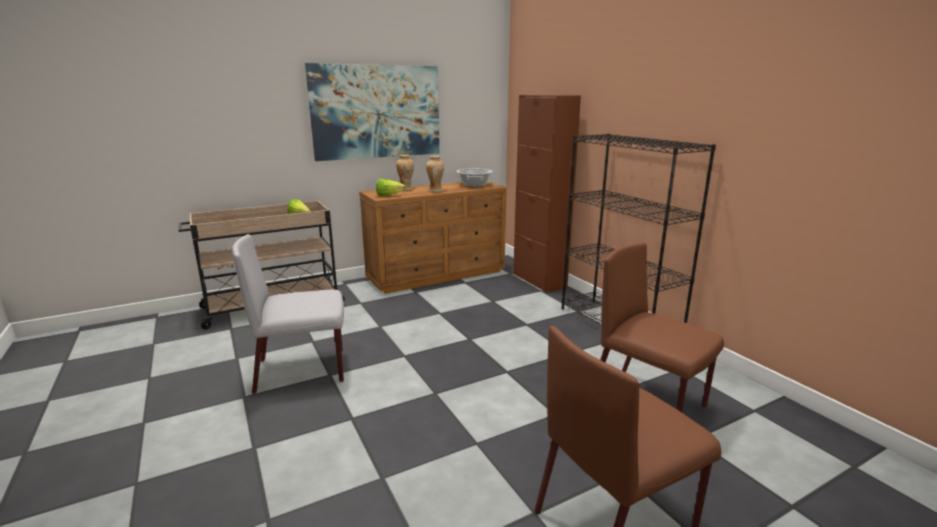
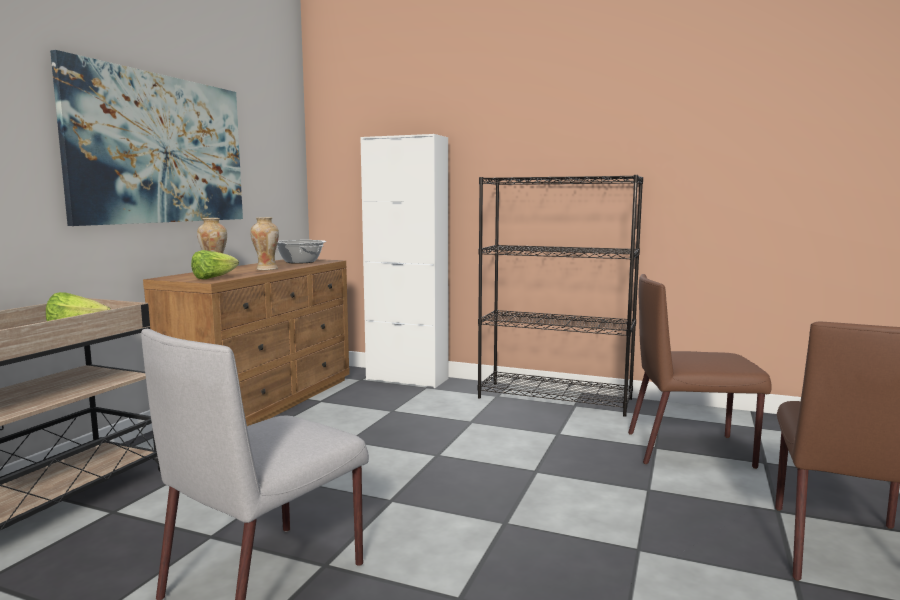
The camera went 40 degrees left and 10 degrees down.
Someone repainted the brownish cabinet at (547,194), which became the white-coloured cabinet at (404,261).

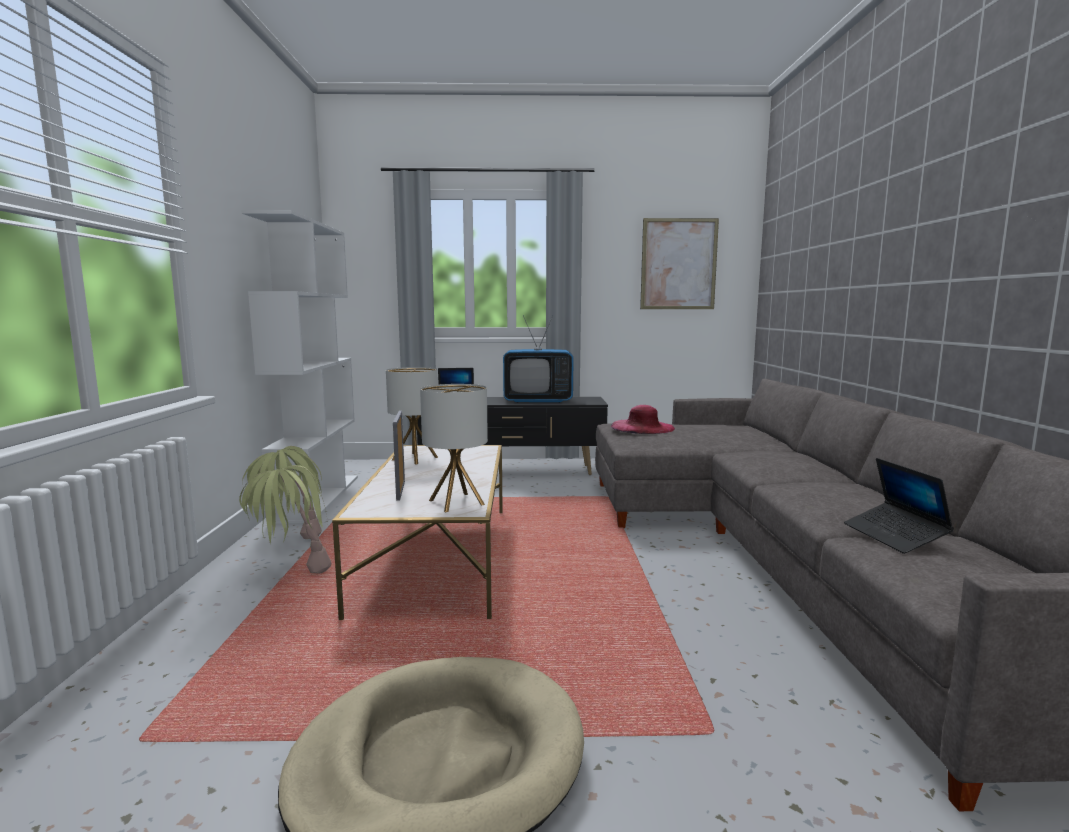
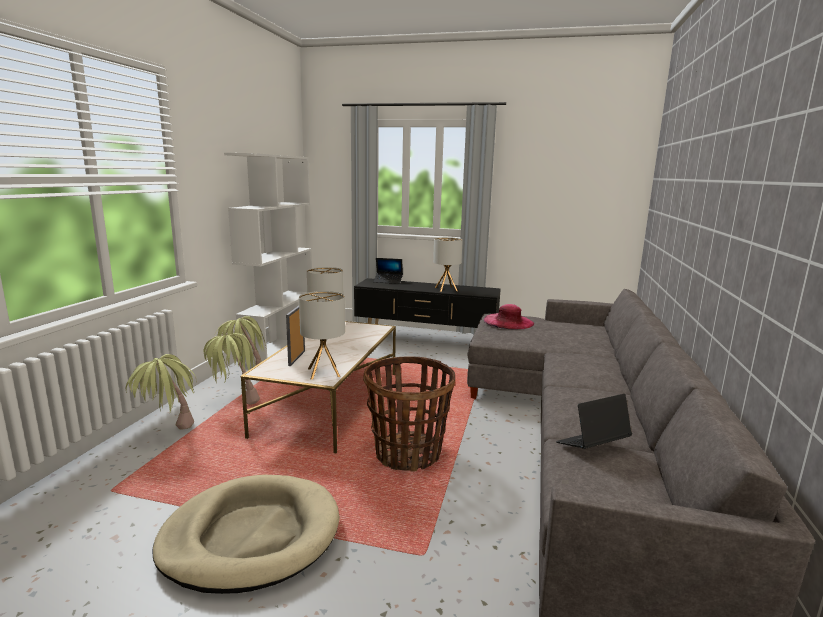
The camera went 15 degrees right and 5 degrees up.
Someone swapped the television at (538,359) for the tabletop lamp at (448,264).
Someone took away the wall art at (679,263).
Someone rotated the laptop at (899,506) by 60 degrees clockwise.
Someone put down the plant in a pot at (161,392).
Someone put down the household basket at (409,413).

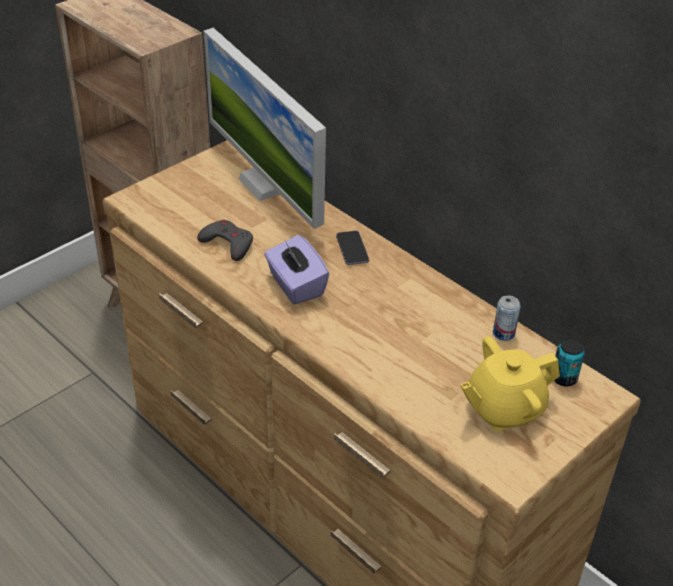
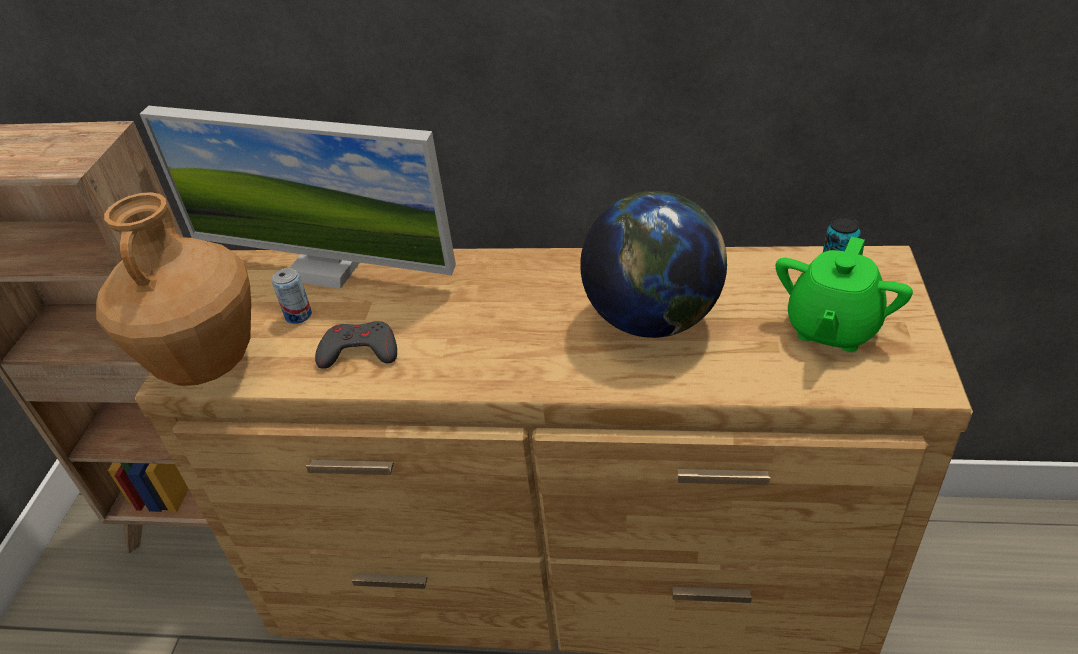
The camera went 35 degrees left and 0 degrees up.
Someone took away the purple tissue box at (296,269).
Someone took away the telephone at (352,248).
Someone repainted the yellow-coloured teapot at (510,383), which became the green-coloured teapot at (844,294).
Someone carried the sealed can from (507,318) to (292,296).
Someone put down the brownish decorative vase at (173,289).
Someone put down the desk globe at (653,264).

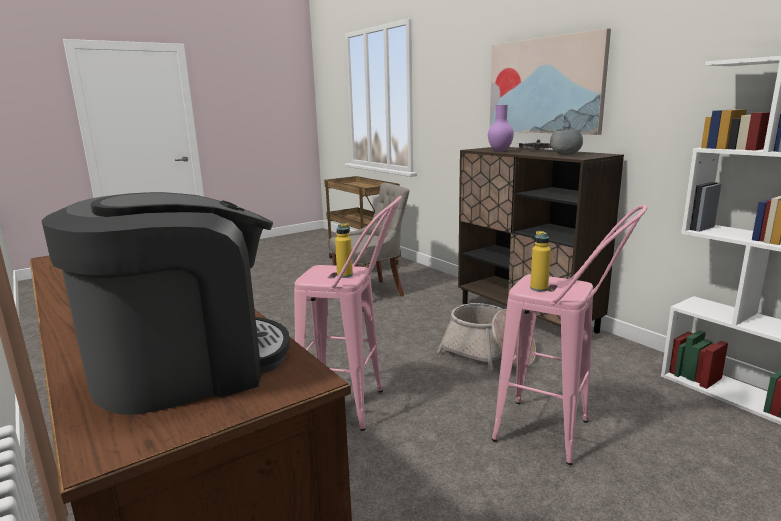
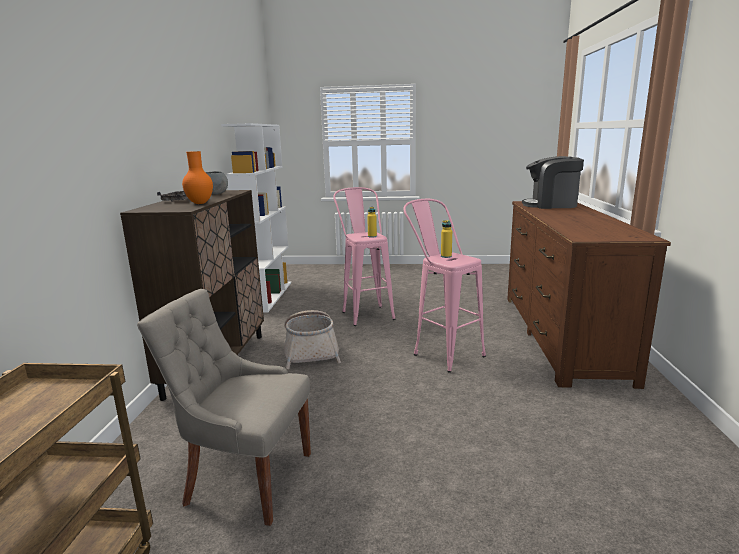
The camera went 140 degrees left and 0 degrees up.
Someone repainted the purple decorative vase at (501,128), which became the orangey decorative vase at (197,177).
Someone took away the wall art at (550,81).

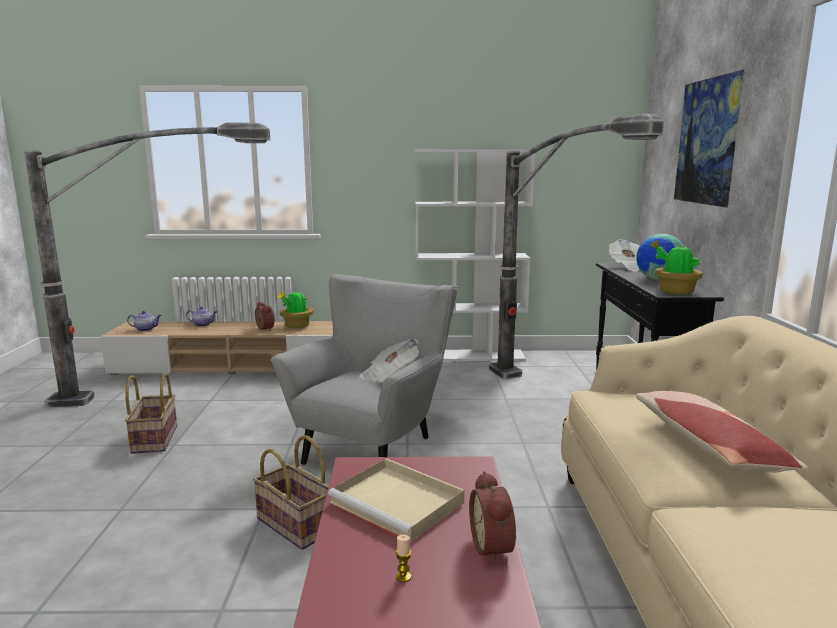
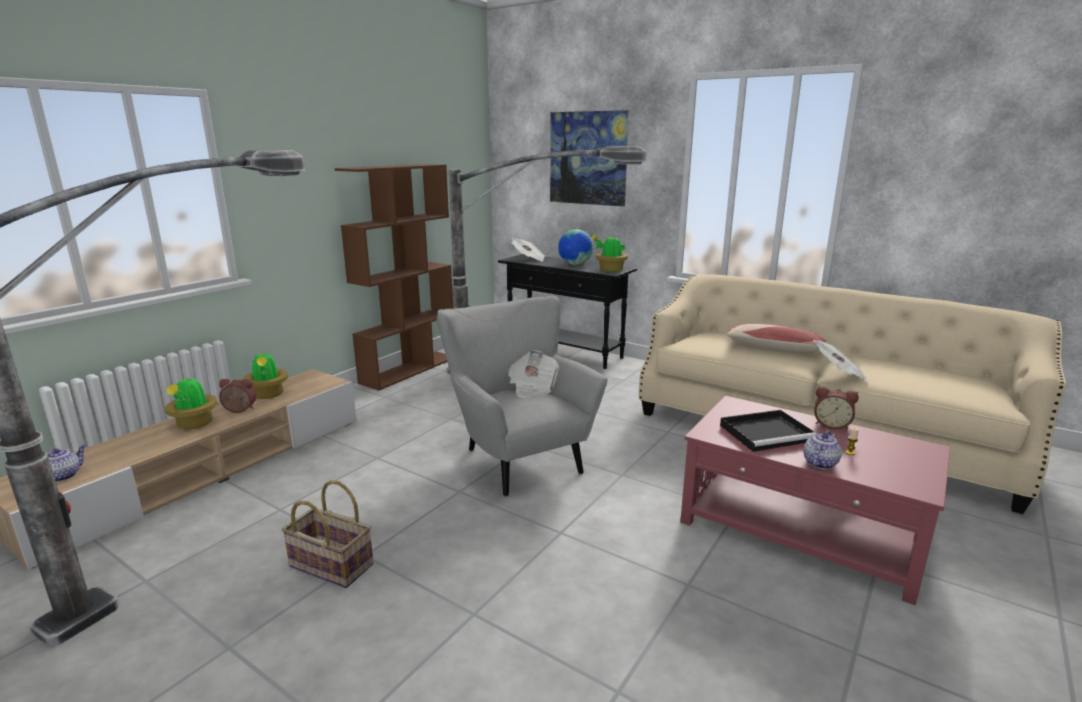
The camera went 55 degrees left and 5 degrees up.
Someone carried the teapot from (201,316) to (822,450).
Someone took away the household basket at (291,492).
Someone repainted the beige tray at (396,500), which became the black-coloured tray at (768,431).
Someone repainted the white-coloured bookcase at (475,255), which became the brownish bookcase at (394,277).
Someone put down the plant in a pot at (191,402).
Someone put down the printed paper at (841,360).

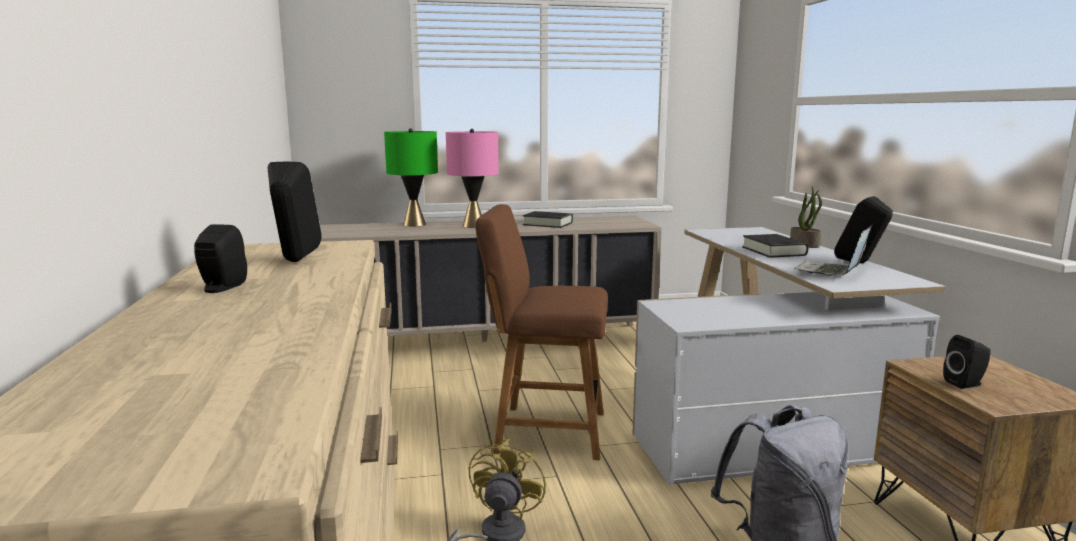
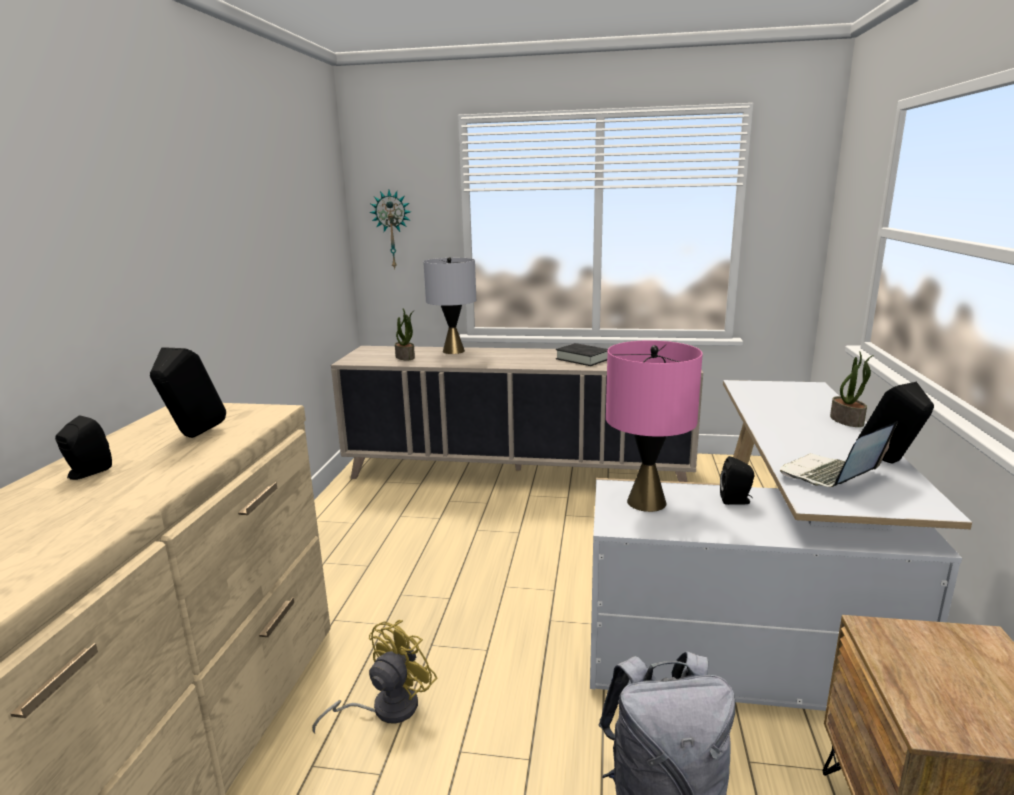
The camera went 20 degrees right and 5 degrees up.
Someone repainted the green-coloured tabletop lamp at (411,177), which became the gray tabletop lamp at (449,305).
Someone carried the pink tabletop lamp from (472,178) to (654,426).
Someone took away the brownish chair at (541,332).
Someone took away the black-coloured volume at (775,246).
Someone carried the black-coloured audio speaker from (967,362) to (737,480).
Someone put up the hanging clock at (390,229).
Someone put down the plant in a pot at (405,334).

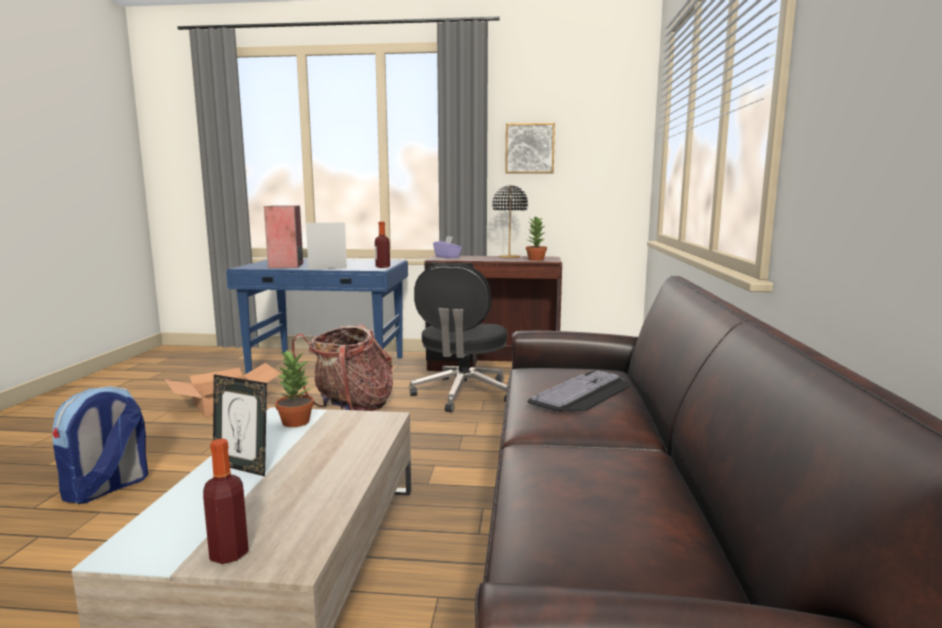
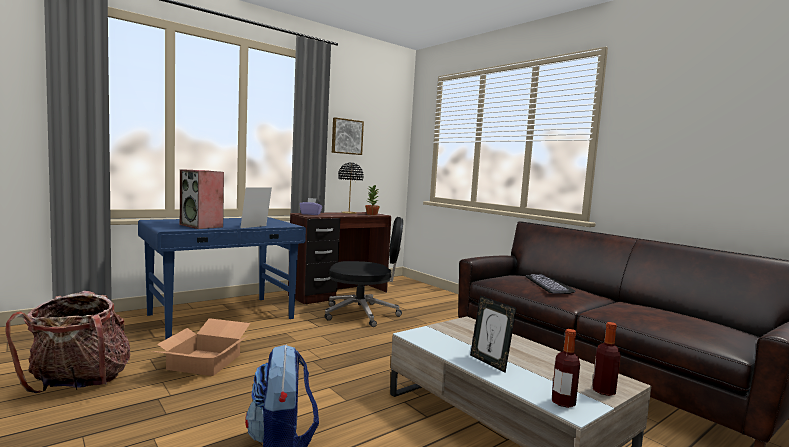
The camera went 45 degrees left and 5 degrees down.
Someone rotated the picture frame at (240,425) by 75 degrees clockwise.
Someone took away the plant in a pot at (294,388).
Someone carried the rucksack from (342,367) to (68,342).
Someone carried the drink bottle from (382,244) to (566,368).
Someone rotated the black-coloured desk chair at (459,338) by 60 degrees counterclockwise.

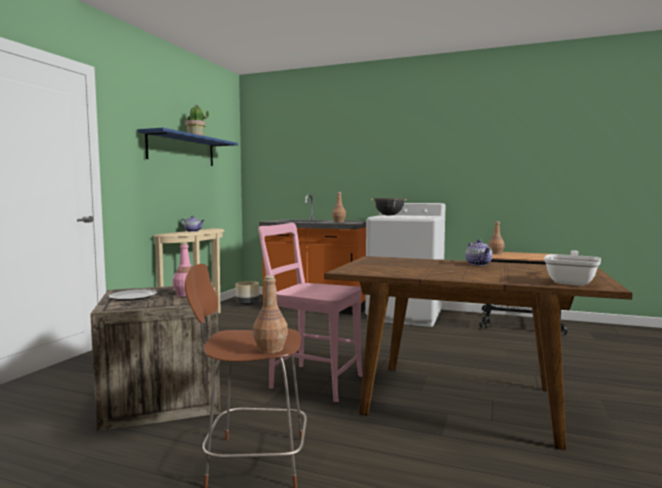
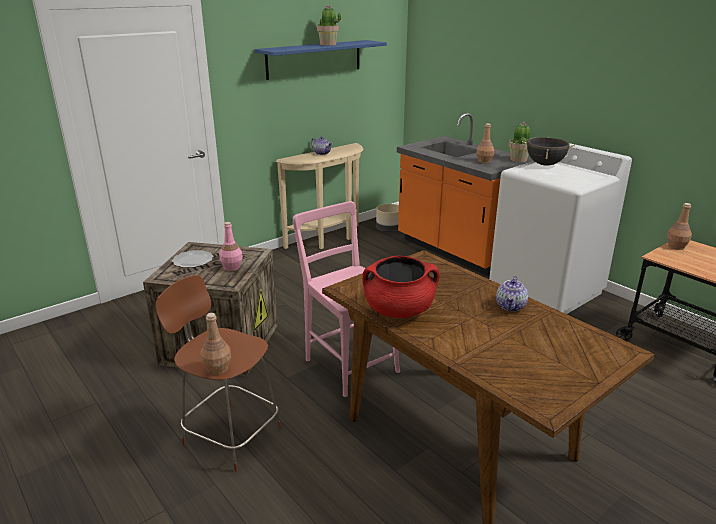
The camera went 30 degrees right and 20 degrees up.
Someone took away the skillet at (572,268).
Someone put down the red-coloured stockpot at (401,286).
Someone put down the plant in a pot at (519,142).

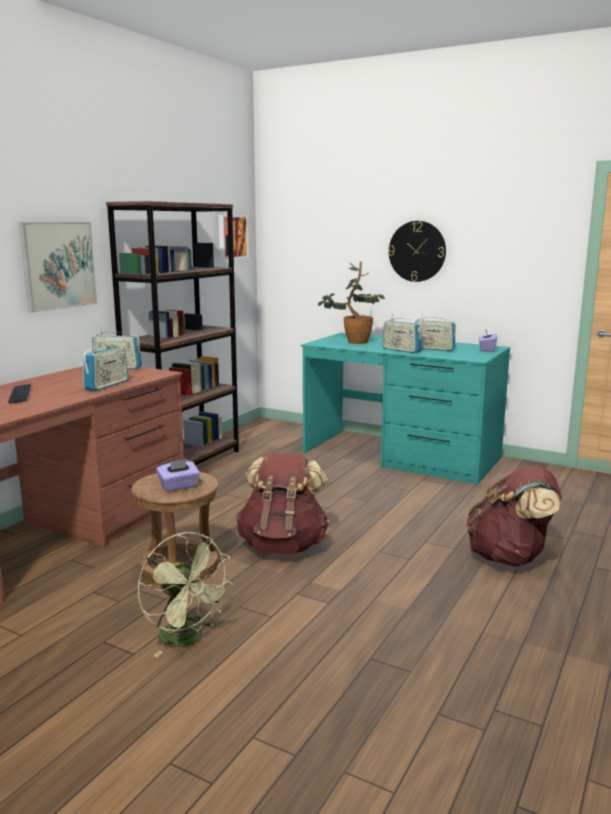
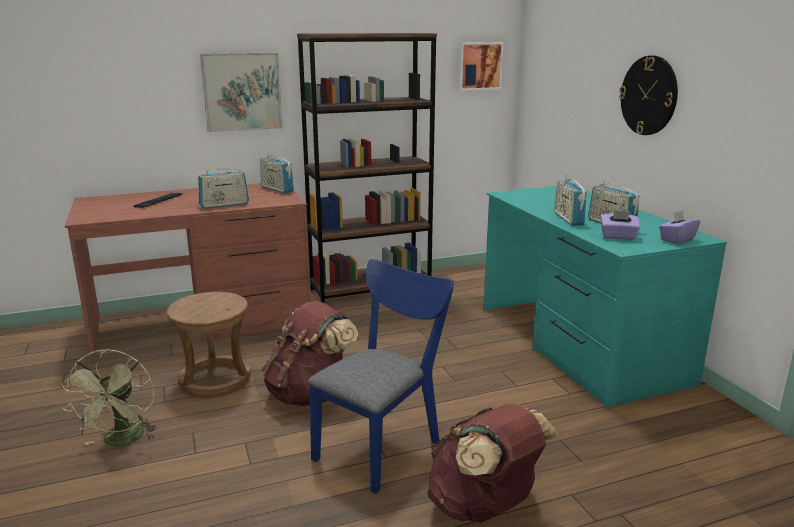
The camera went 40 degrees right and 5 degrees up.
Someone carried the purple tissue box from (178,475) to (620,225).
Someone took away the plant in a pot at (351,303).
Someone put down the blue-coloured chair at (380,376).

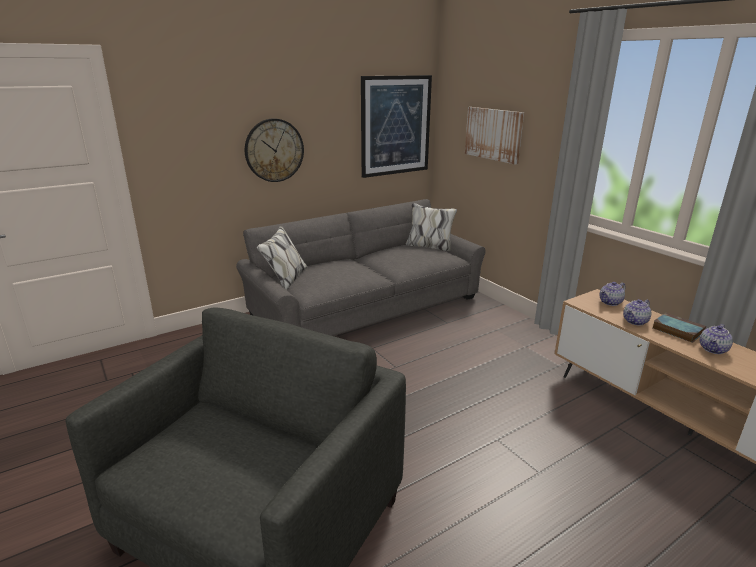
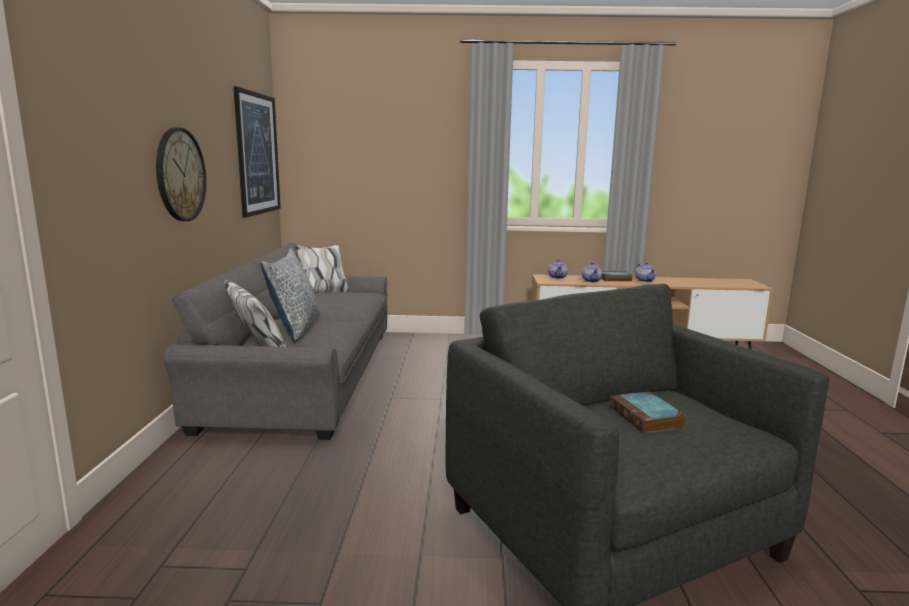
The camera went 55 degrees left and 10 degrees down.
Someone took away the wall art at (494,136).
Someone put down the cushion at (290,294).
Someone put down the volume at (648,412).

